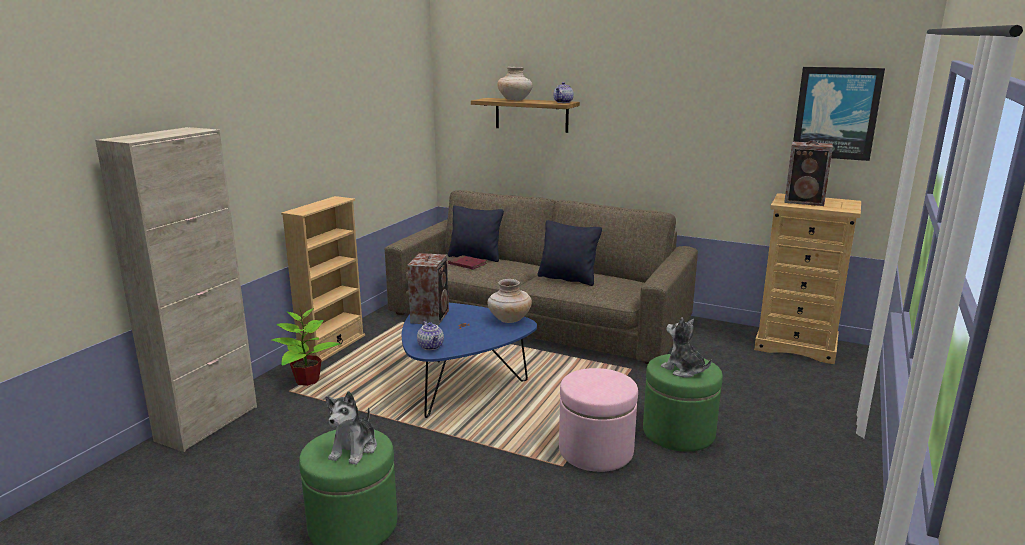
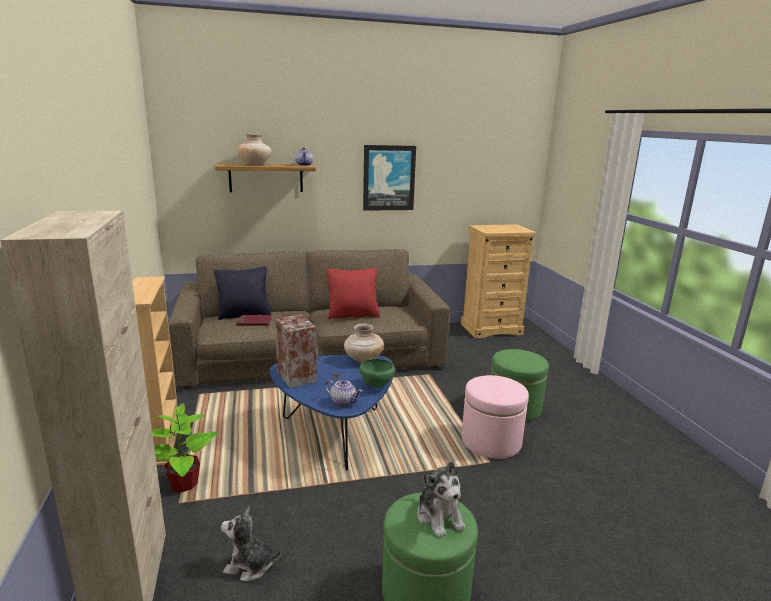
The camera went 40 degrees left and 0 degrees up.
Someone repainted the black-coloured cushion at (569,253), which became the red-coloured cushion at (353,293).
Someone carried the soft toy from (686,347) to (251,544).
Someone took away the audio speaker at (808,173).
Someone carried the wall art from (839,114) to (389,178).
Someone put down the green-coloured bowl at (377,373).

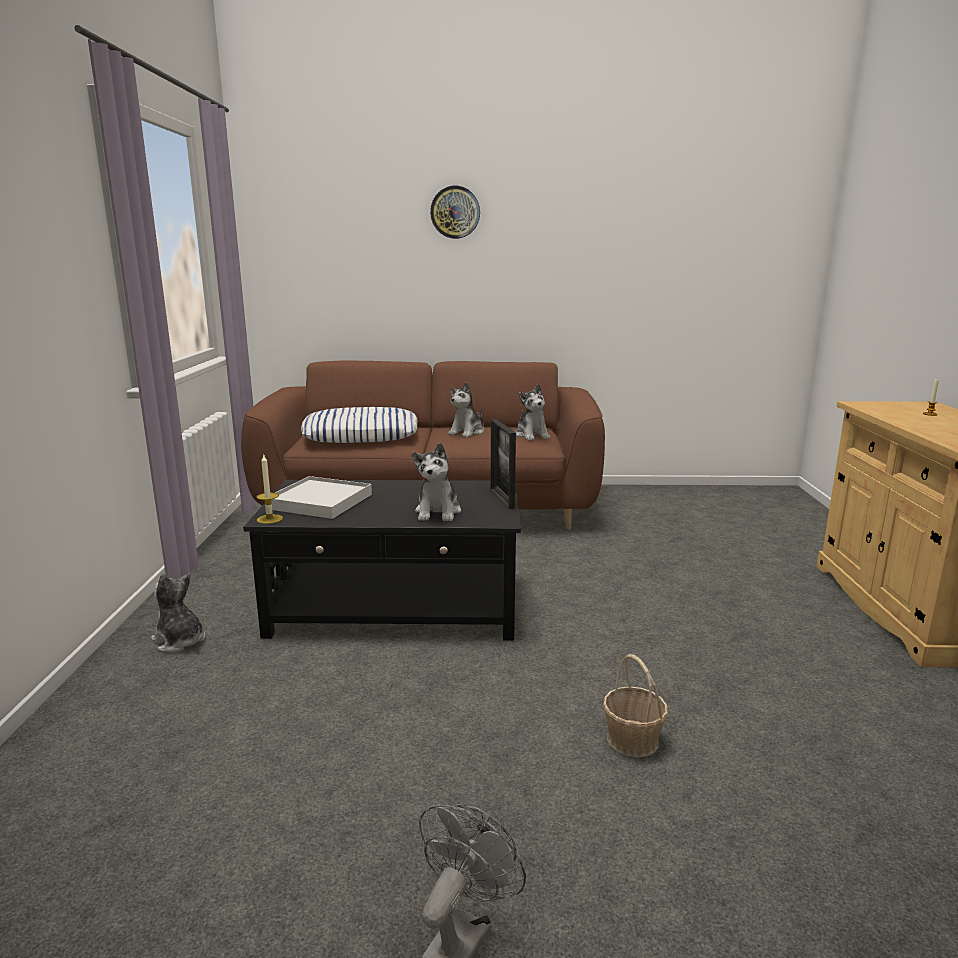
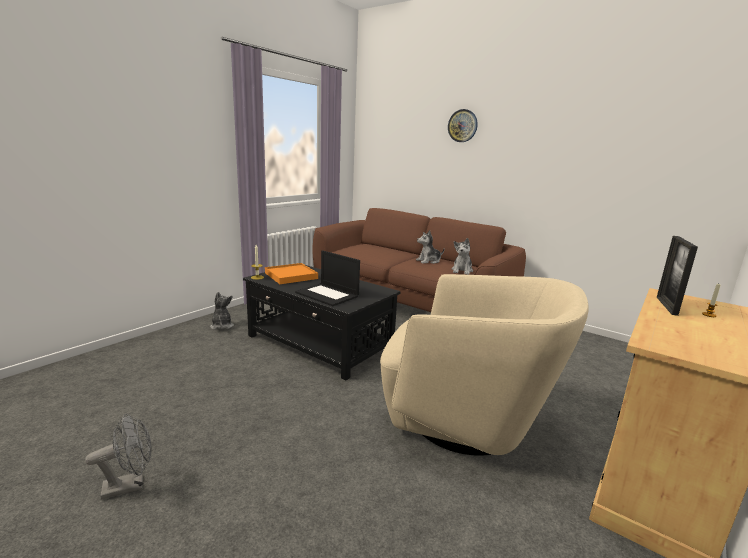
The camera went 35 degrees right and 0 degrees up.
Someone repainted the white-coloured tray at (321,497), which became the orangey tray at (291,273).
Someone took away the cushion at (359,425).
Someone swapped the soft toy at (436,482) for the laptop at (327,278).
Someone carried the picture frame from (503,464) to (677,276).
Someone took away the household basket at (635,705).
Someone put down the beige easy chair at (484,365).

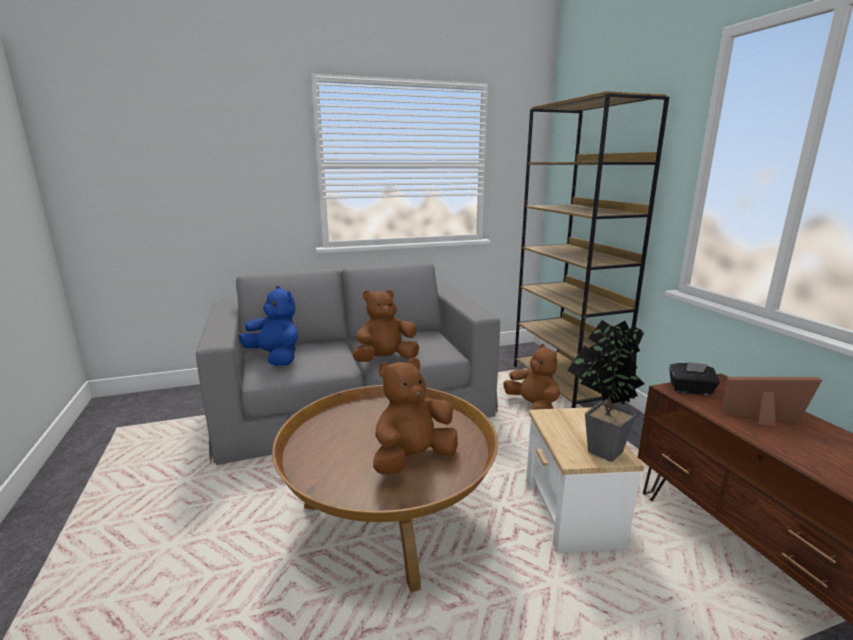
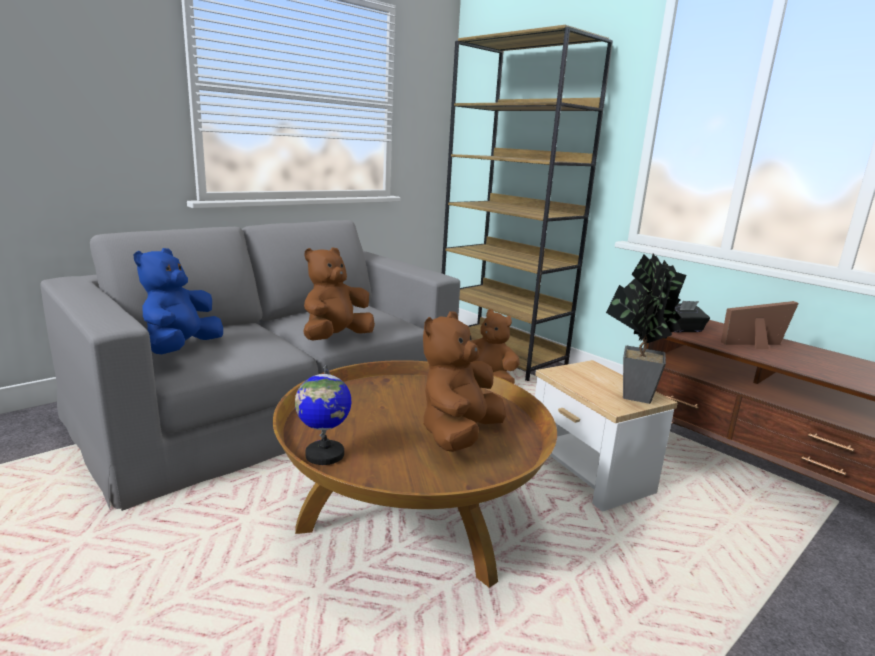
The camera went 25 degrees left and 0 degrees up.
Someone rotated the blue-coloured soft toy at (268,326) by 90 degrees counterclockwise.
Someone put down the desk globe at (323,414).

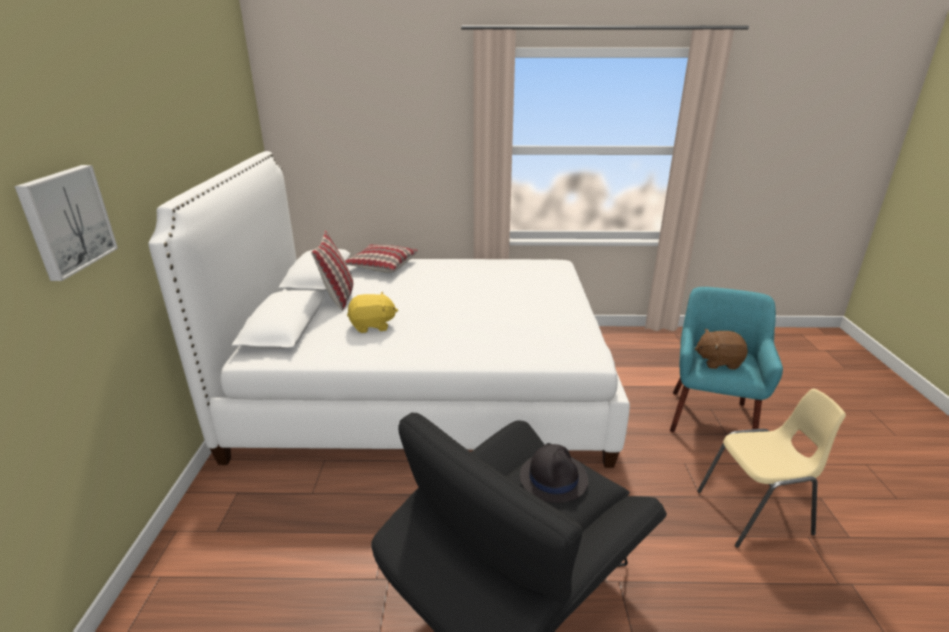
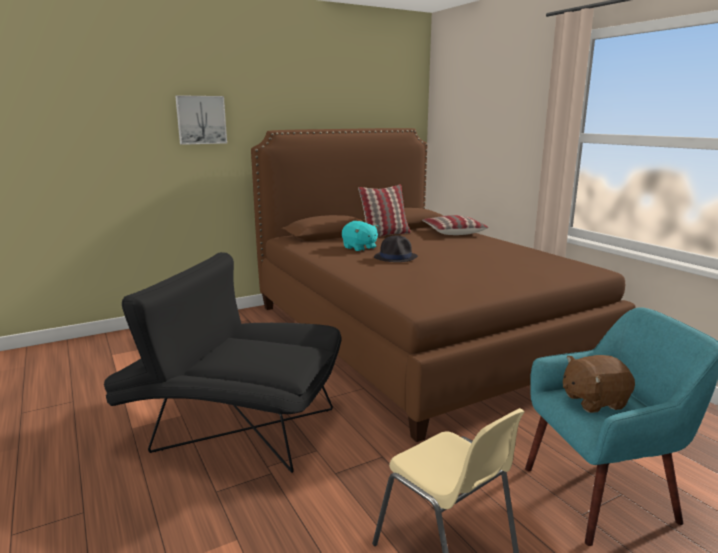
The camera went 60 degrees right and 10 degrees down.
Someone repainted the white-coloured bedroom bed at (389,309), which became the brownish bedroom bed at (443,285).
Someone repainted the yellow-coloured soft toy at (372,312), which became the blue-green soft toy at (360,236).
Someone carried the black-coloured wearable hat from (554,473) to (396,249).
Someone rotated the brownish soft toy at (721,349) by 75 degrees counterclockwise.

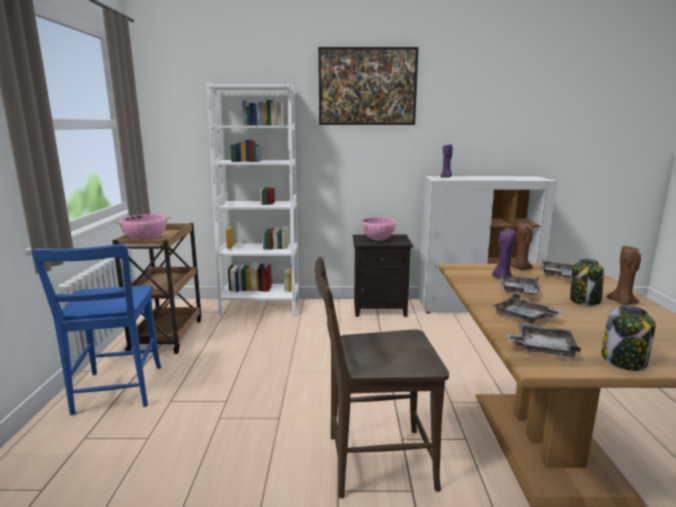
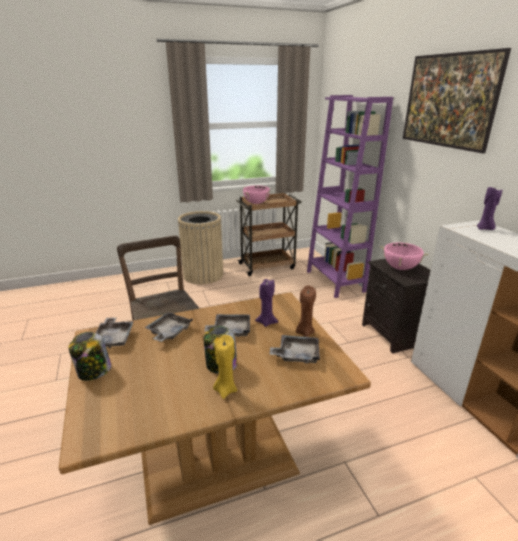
The camera went 70 degrees right and 10 degrees up.
Someone swapped the blue-coloured chair at (96,329) for the beige rubbish bin at (200,247).
Someone repainted the white-coloured bookcase at (252,199), which became the purple bookcase at (350,196).
Someone repainted the brownish wax candle at (624,275), which became the yellow-coloured wax candle at (225,367).

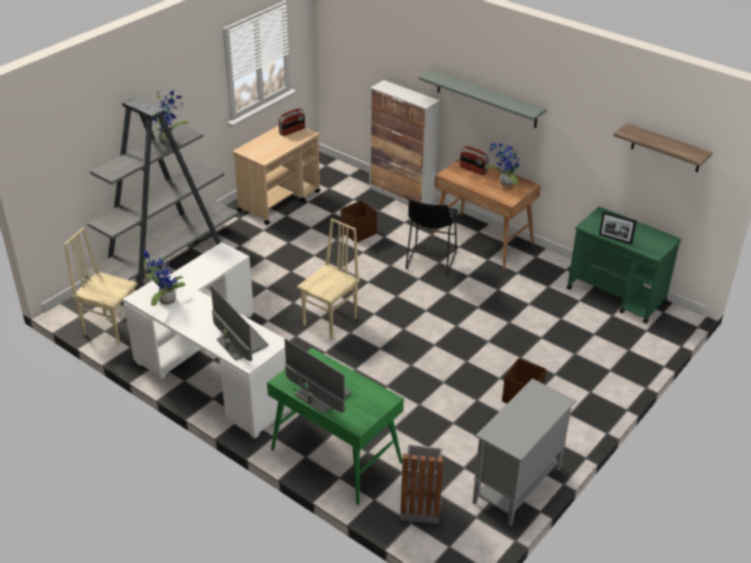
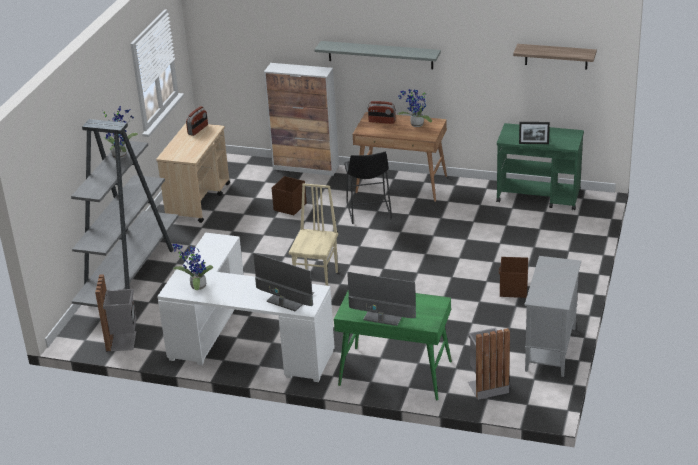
The camera went 20 degrees left and 5 degrees down.
Someone swapped the beige chair at (101,286) for the gray rubbish bin at (116,313).

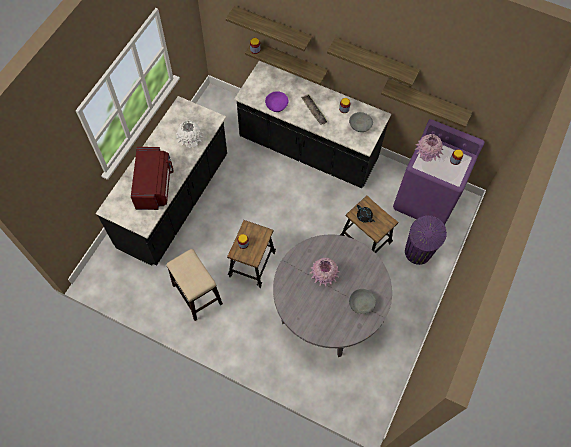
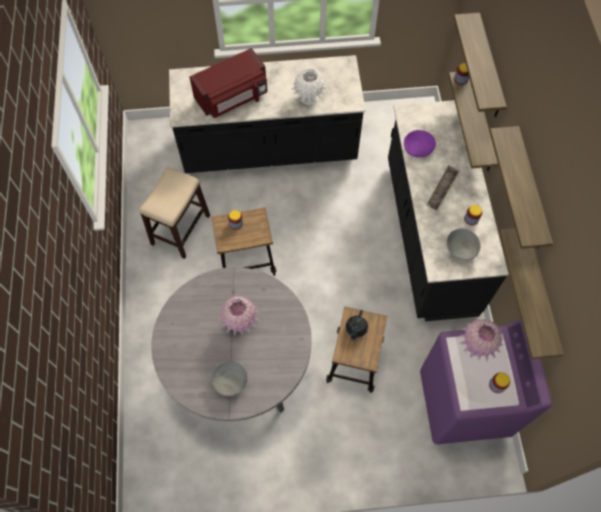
The camera went 60 degrees right and 0 degrees up.
Someone took away the purple rubbish bin at (426,240).

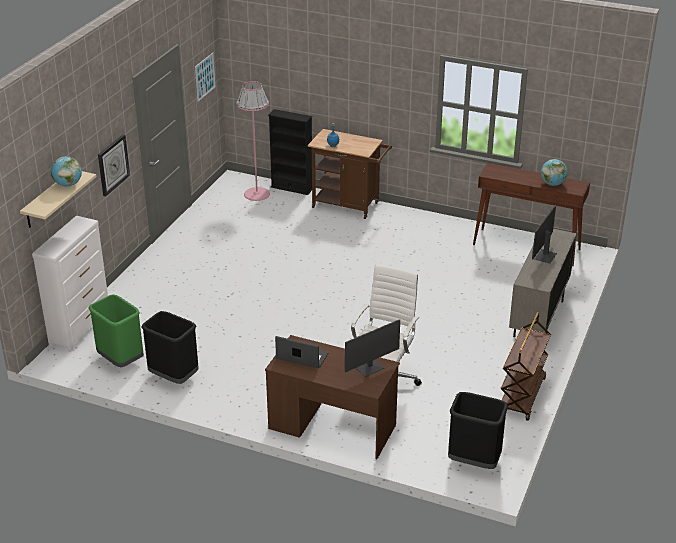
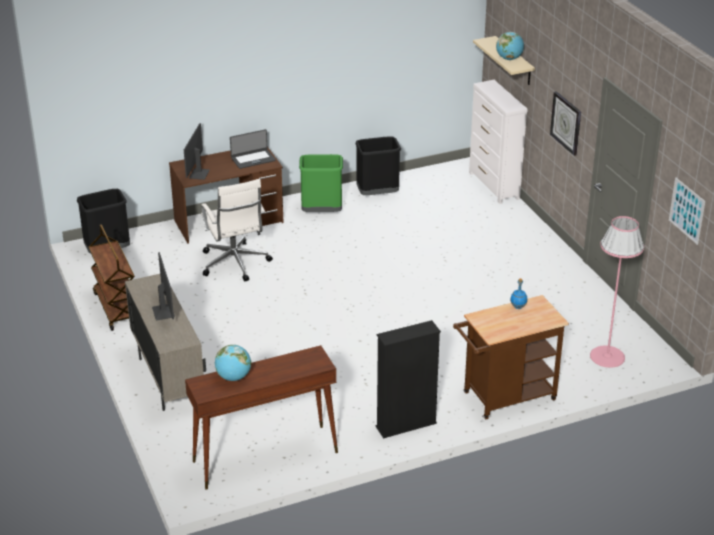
The camera went 135 degrees right and 0 degrees up.
Someone carried the green-coloured rubbish bin from (116,330) to (321,183).
Someone carried the black-coloured bookcase from (290,152) to (408,379).

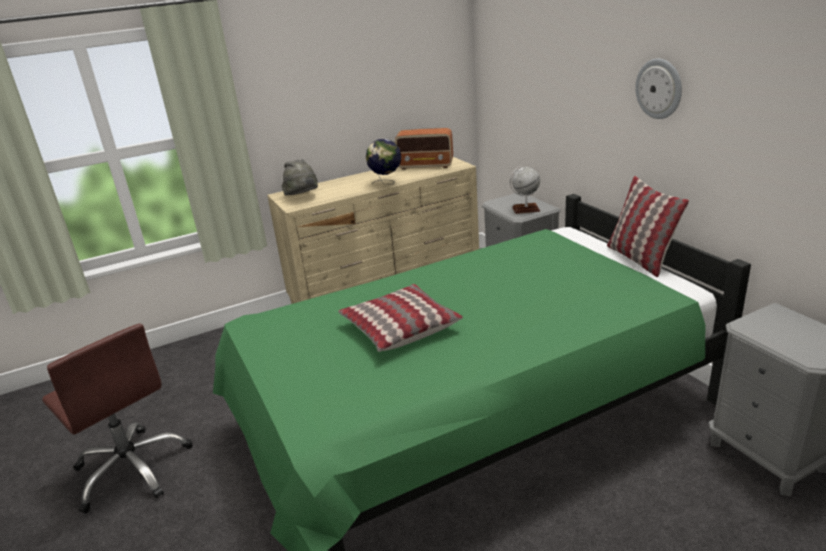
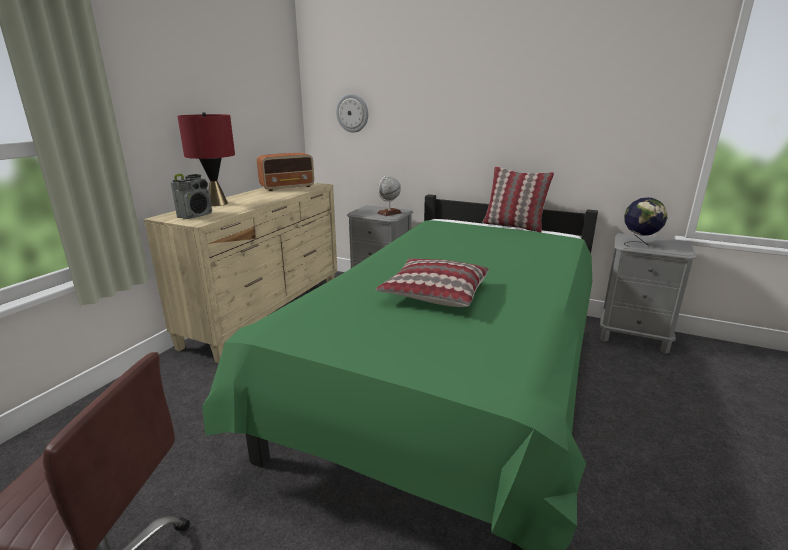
The camera went 40 degrees left and 5 degrees down.
Someone swapped the gray wearable hat at (300,177) for the radio at (191,196).
Someone carried the desk globe from (383,161) to (645,222).
Someone carried the hanging clock from (658,89) to (352,113).
Someone put down the red-coloured tabletop lamp at (206,159).

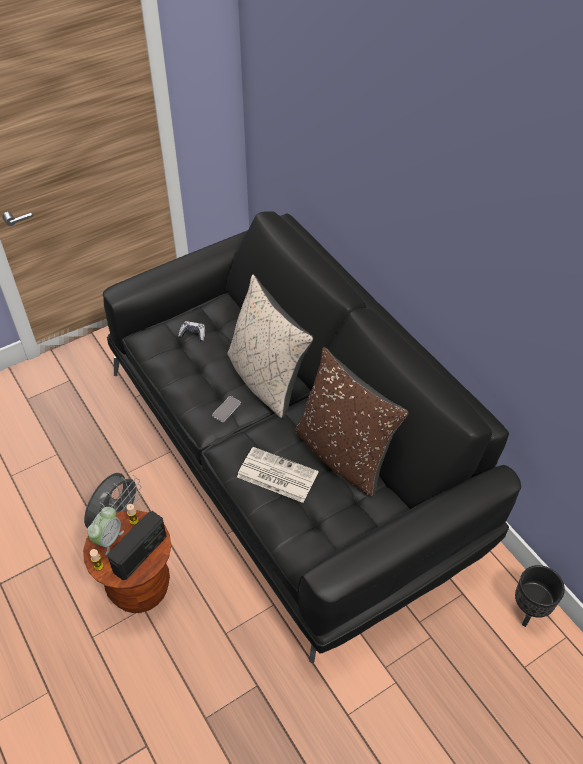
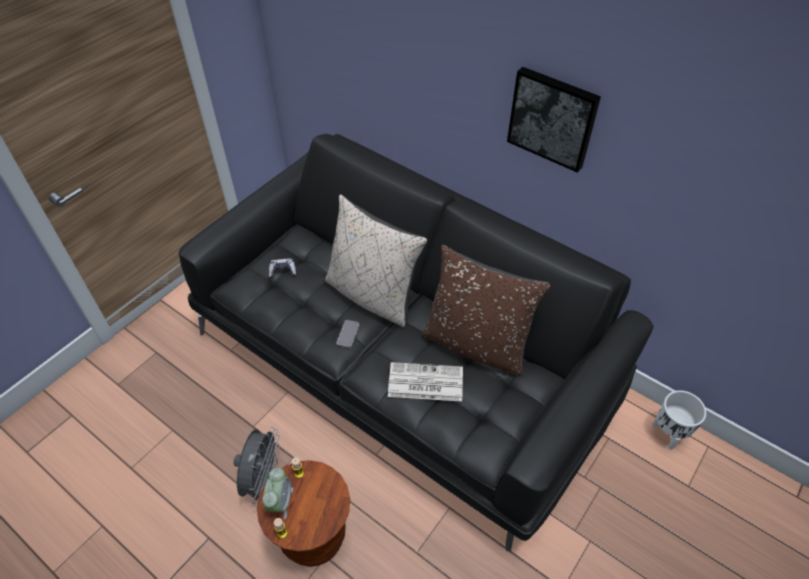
The camera went 20 degrees left and 0 degrees up.
Someone took away the radio at (137,546).
Someone repainted the black-coloured planter at (540,596), which became the white-coloured planter at (679,420).
Someone put up the wall art at (554,120).

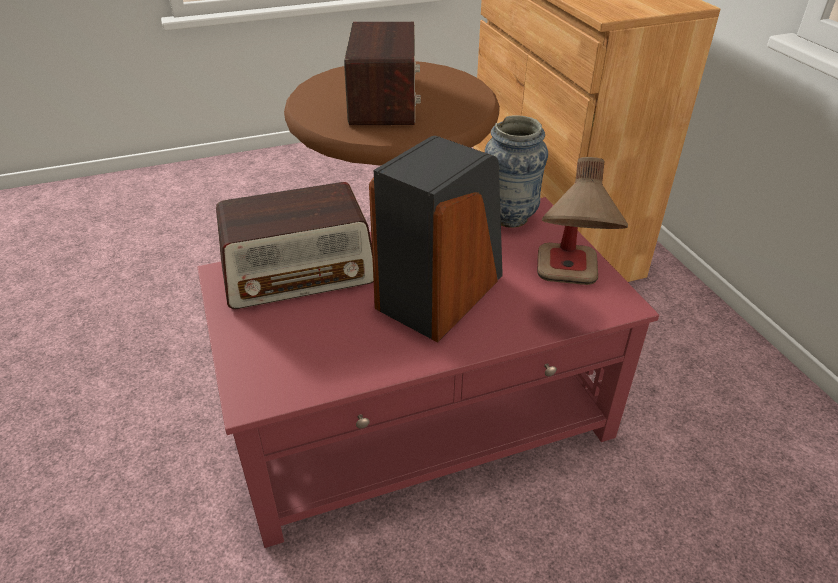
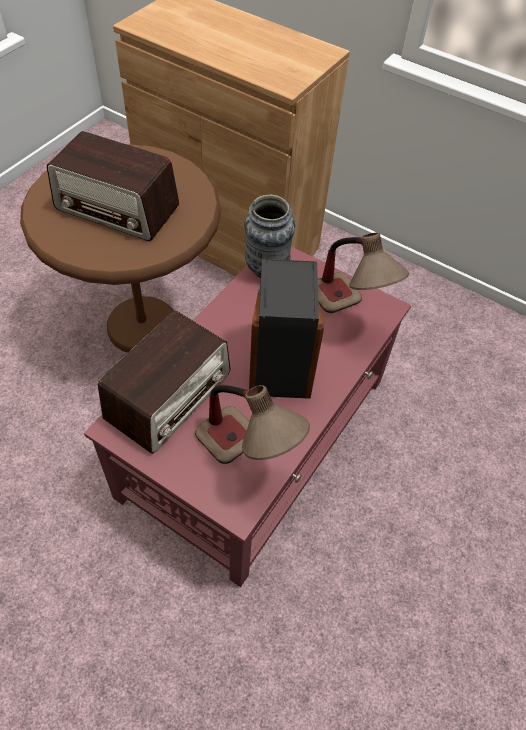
The camera went 40 degrees left and 15 degrees up.
Someone rotated the radio at (382,73) by 150 degrees clockwise.
Someone put down the tabletop lamp at (252,424).

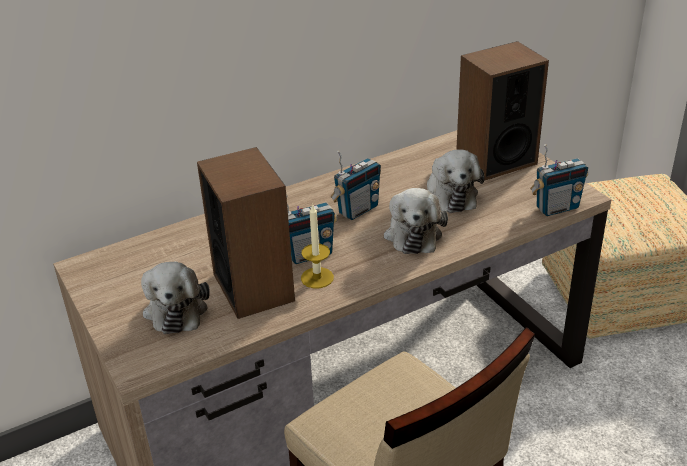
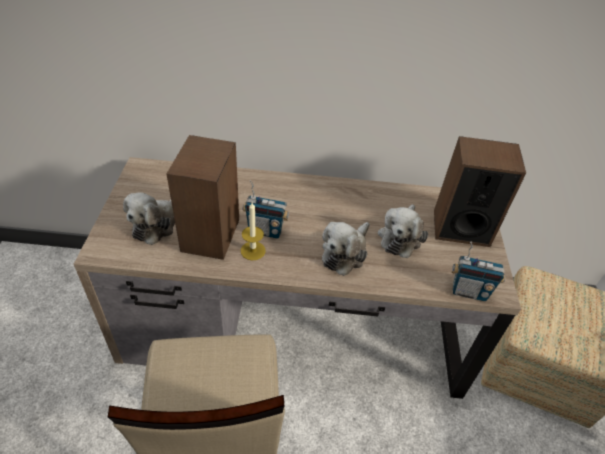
The camera went 30 degrees right and 10 degrees up.
Someone took away the radio at (355,185).

